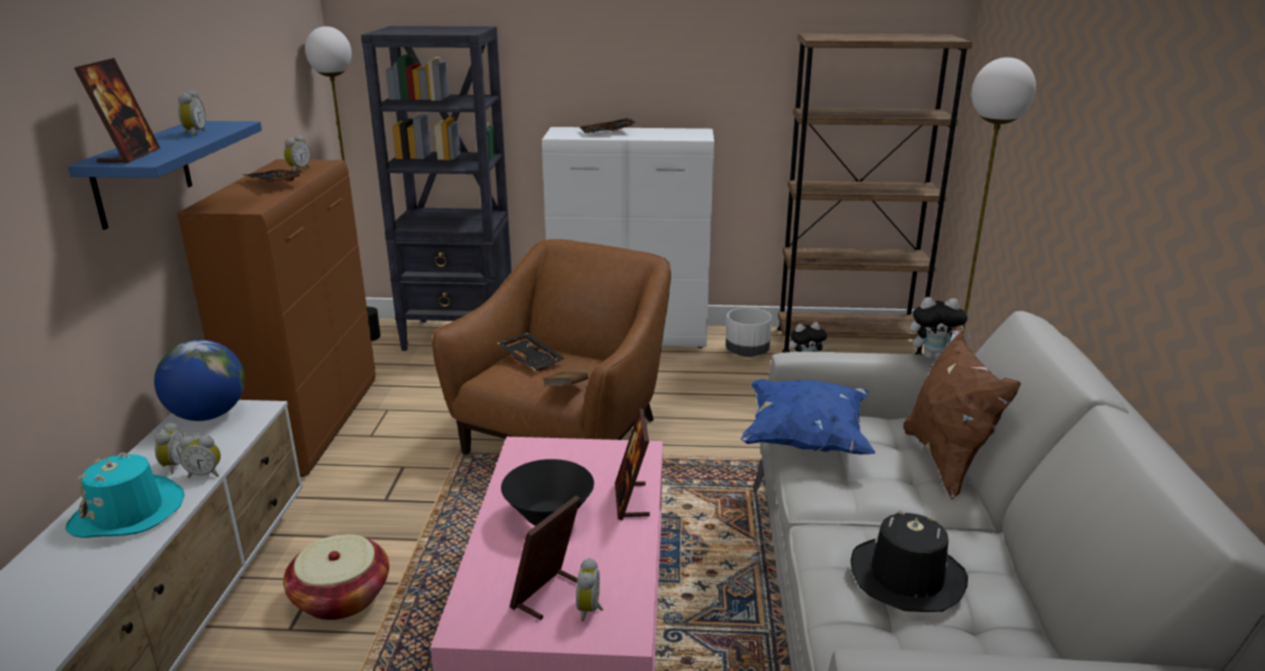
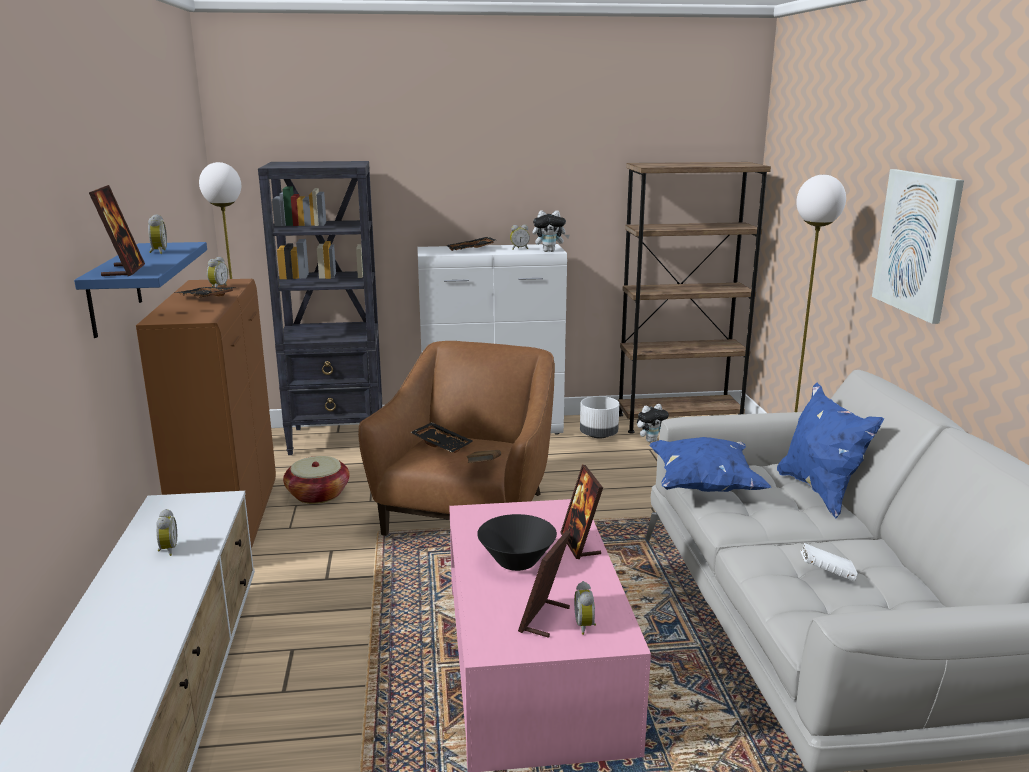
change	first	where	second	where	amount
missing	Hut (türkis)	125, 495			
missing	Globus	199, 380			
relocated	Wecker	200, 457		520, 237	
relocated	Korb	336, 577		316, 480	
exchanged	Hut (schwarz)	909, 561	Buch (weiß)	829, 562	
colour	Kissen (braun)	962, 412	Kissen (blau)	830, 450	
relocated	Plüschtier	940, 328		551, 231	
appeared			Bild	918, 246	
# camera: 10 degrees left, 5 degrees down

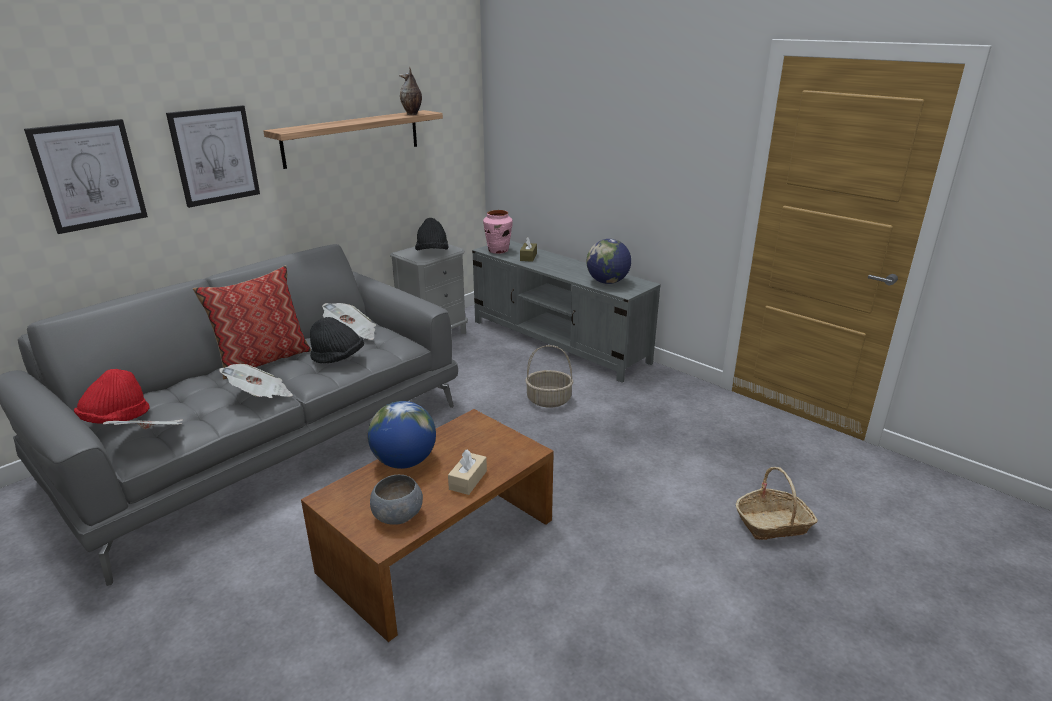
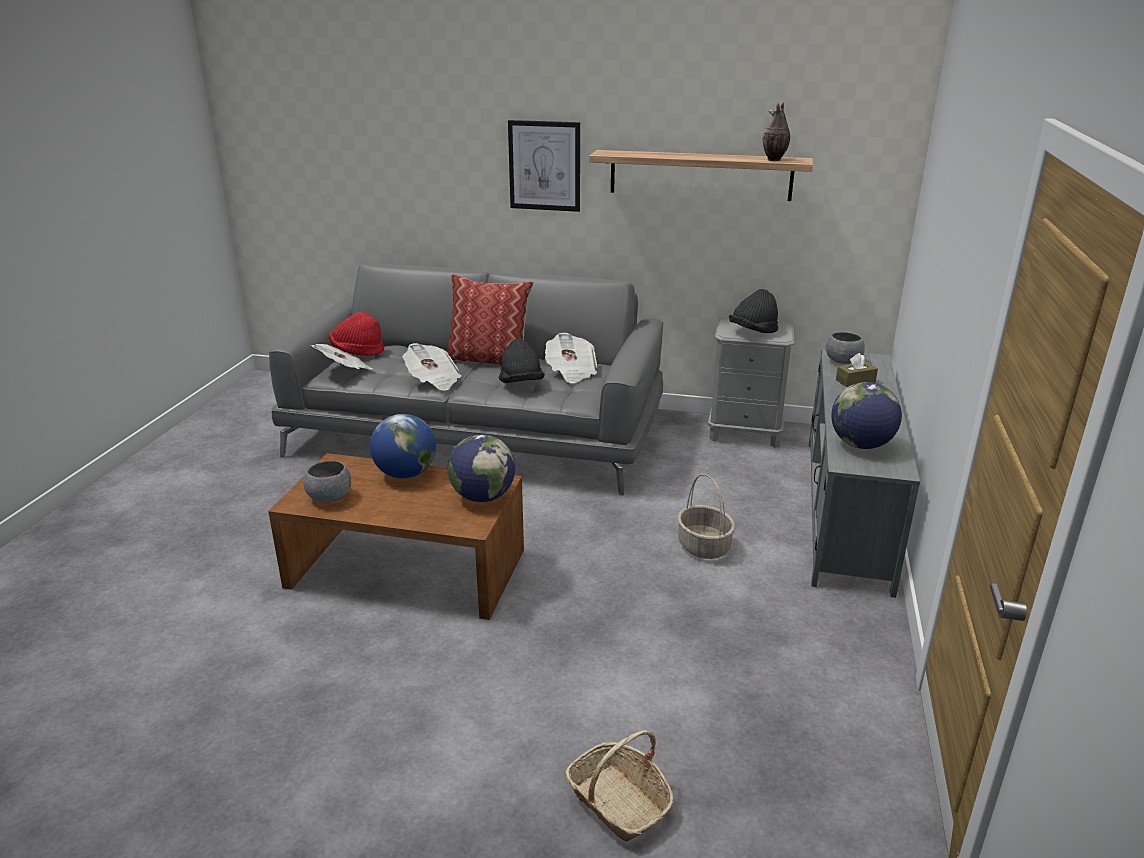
change	first	where	second	where	amount
missing	Bild	86, 176			
missing	Taschentuchbox (beige)	467, 472			
exchanged	Vase (rosa)	498, 232	Schüssel (grau)	845, 348	
appeared			Globus	481, 468	
# camera: 60 degrees right, 0 degrees up

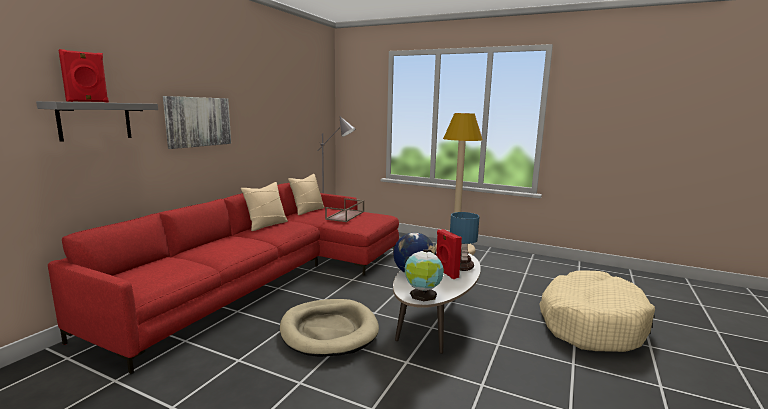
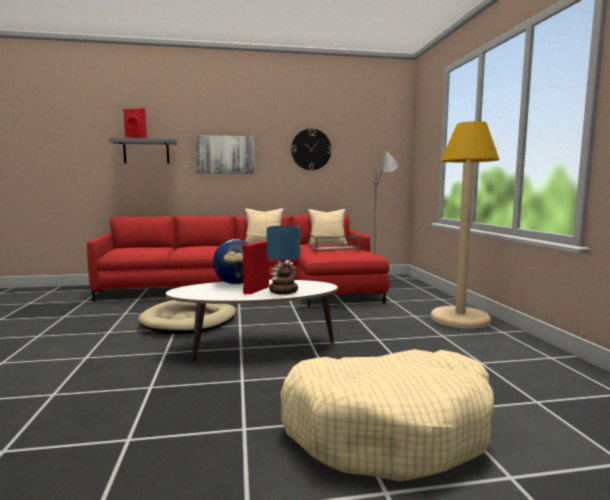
change	first	where	second	where	amount
missing	Globus	424, 275			
appeared			Wanduhr	311, 149	
# camera: 55 degrees right, 5 degrees down

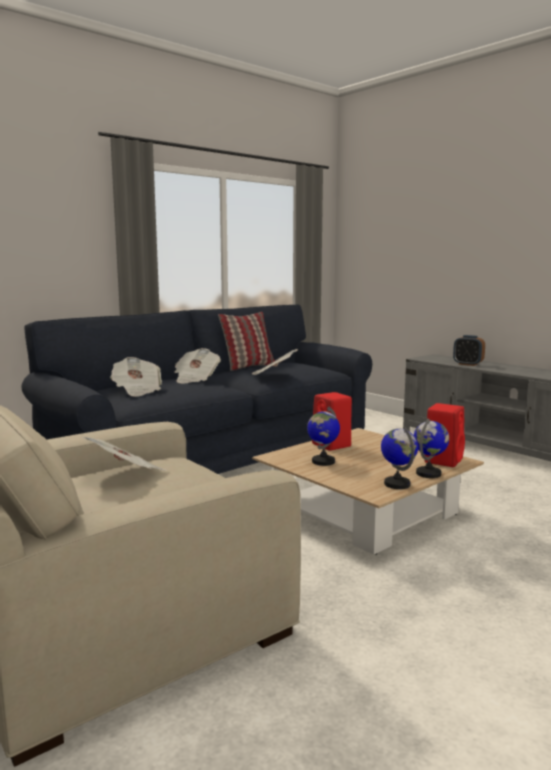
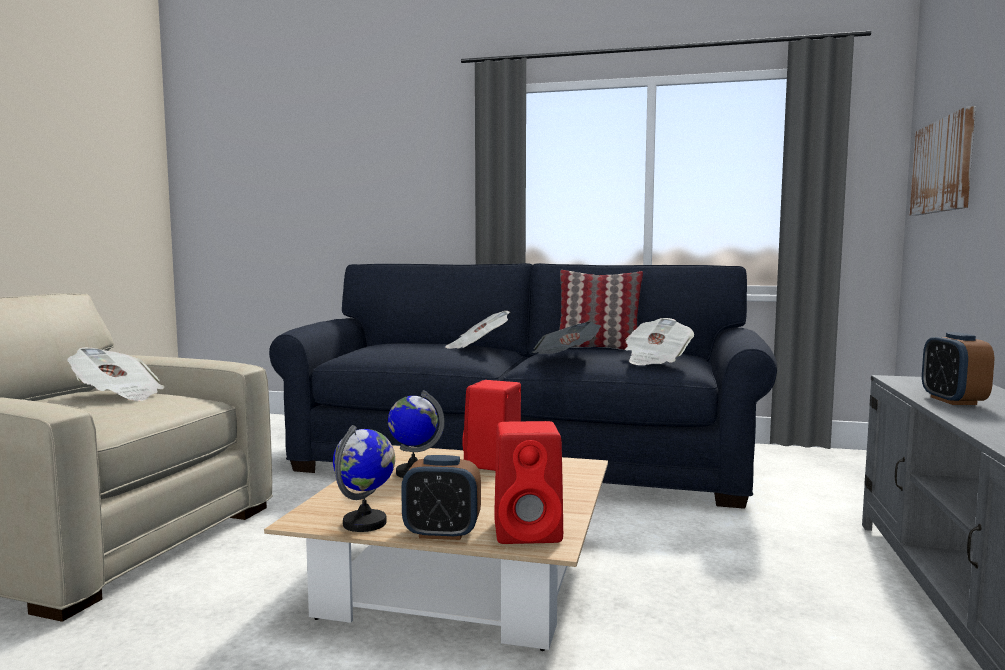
change	first	where	second	where	amount
relocated	Zeitung	136, 377		659, 341	
exchanged	Globus	431, 448	Wecker	441, 497	
appeared			Bild	943, 161	
# camera: 55 degrees right, 5 degrees down

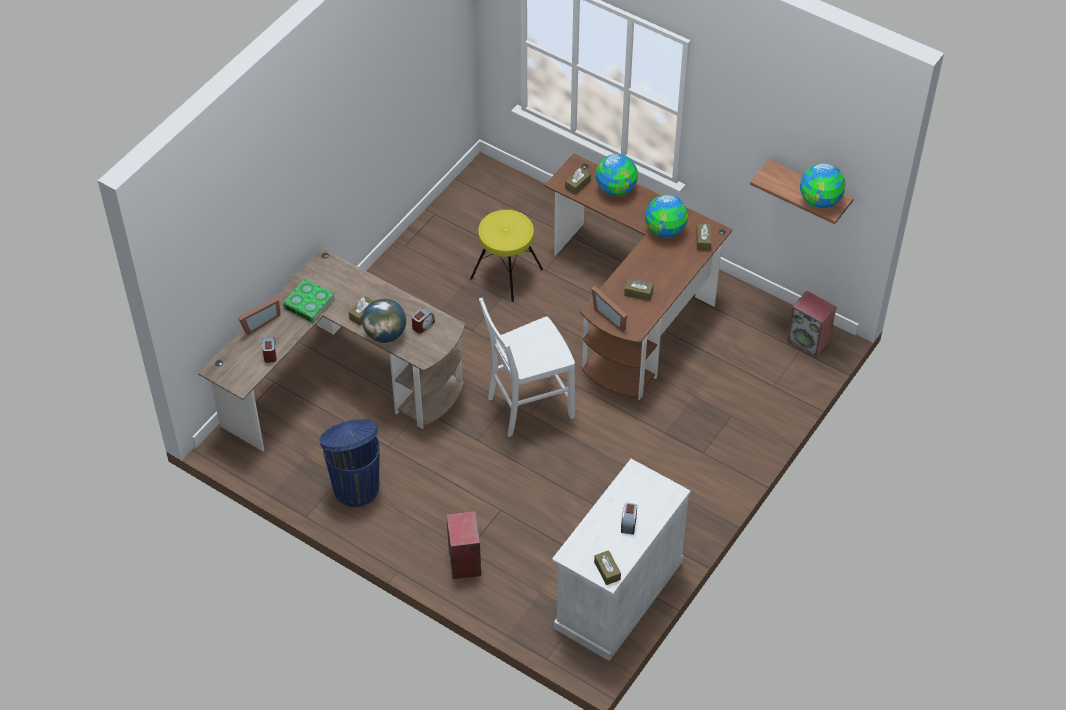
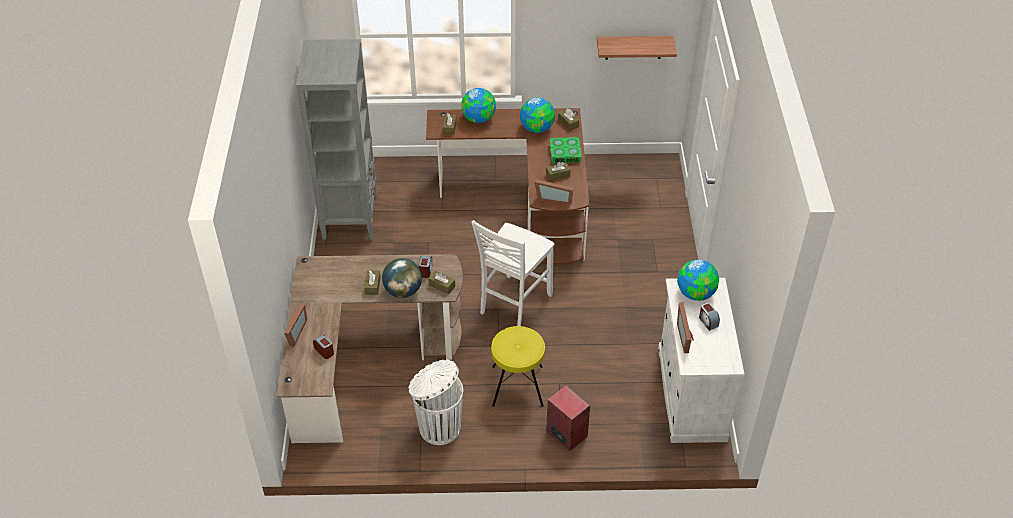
change	first	where	second	where	amount
relocated	Buch	309, 301		566, 150	
colour	Mülleimer (blau)	349, 463	Mülleimer (weiß)	436, 402	
relocated	Hocker (gelb)	506, 256		518, 366	
relocated	Taschentuchbox (braun)	607, 567		441, 282	
missing	Lautsprecher	811, 324			
relocated	Globus	823, 185		698, 280	
appeared			Bücherregal (grau)	336, 139	
appeared			Bilderrahmen	685, 327	
# camera: 35 degrees left, 5 degrees down

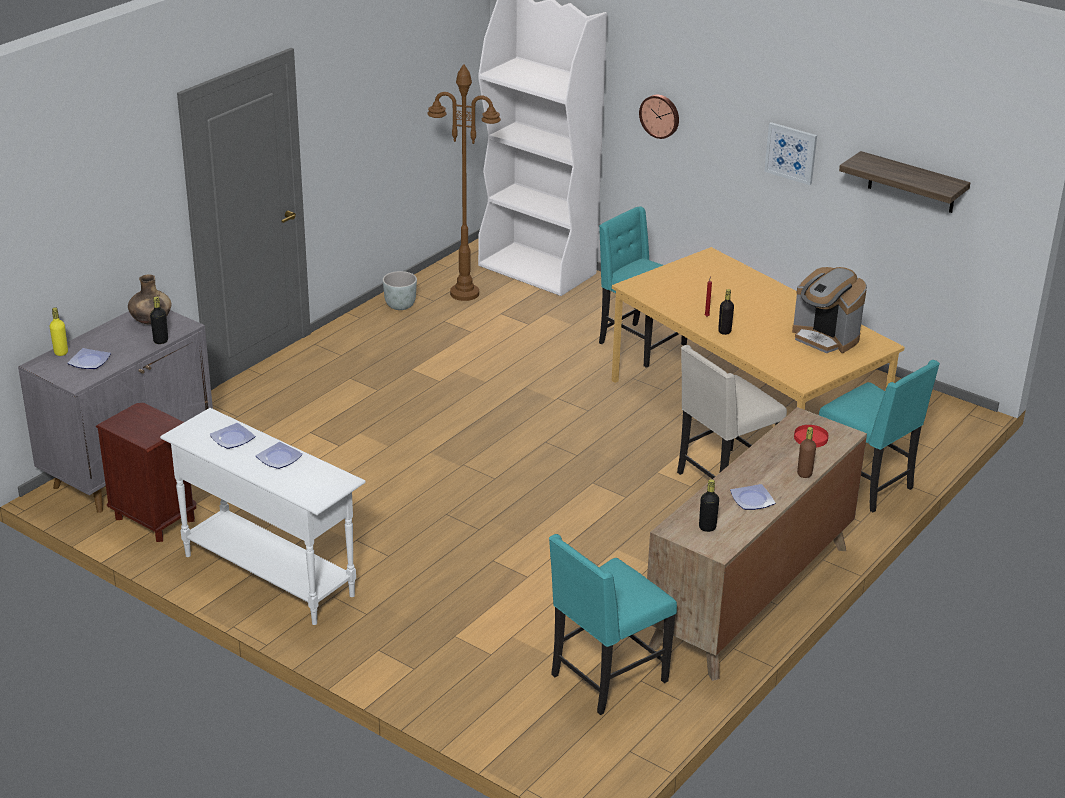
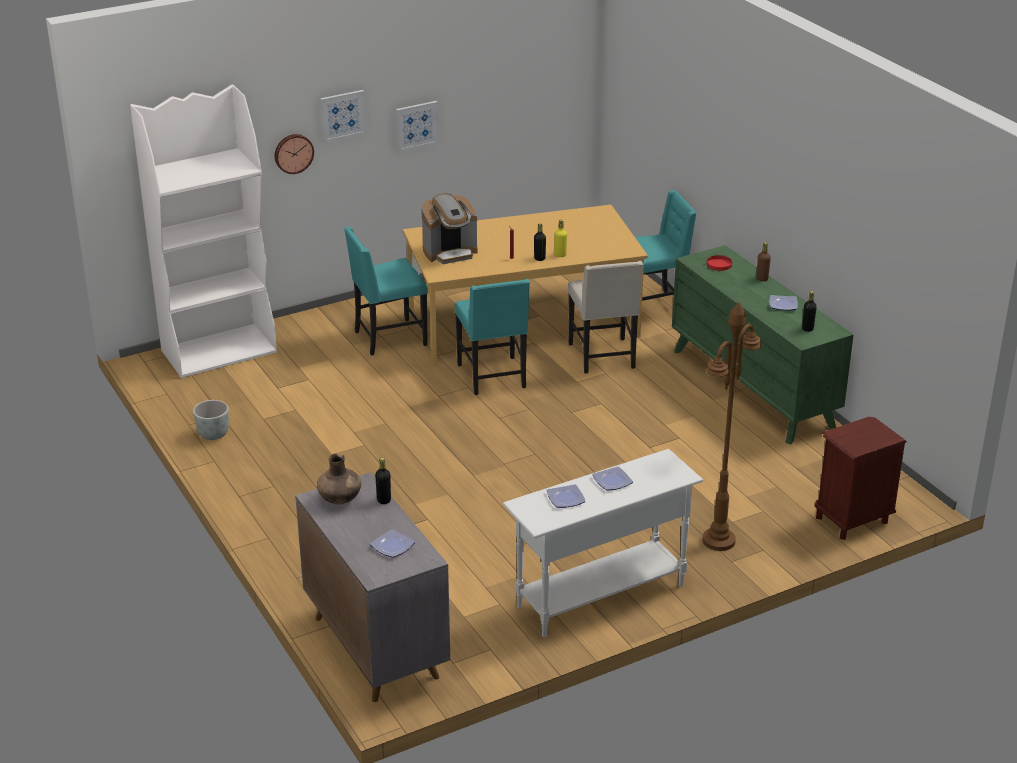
change	first	where	second	where	amount
relocated	Flasche (gelb)	59, 331		561, 238	
relocated	Nachttisch (braun)	146, 472		861, 478	
relocated	Stehlampe (braun)	464, 182		731, 426	
relocated	Stuhl (türkis)	613, 624		492, 337	
colour	Kommode (braun)	757, 544	Kommode (grün)	762, 344	
relocated	Kaffeemaschine	829, 310		449, 228	
missing	Wandregal	905, 182			
appeared			Bild	343, 116	
# camera: 65 degrees left, 0 degrees up

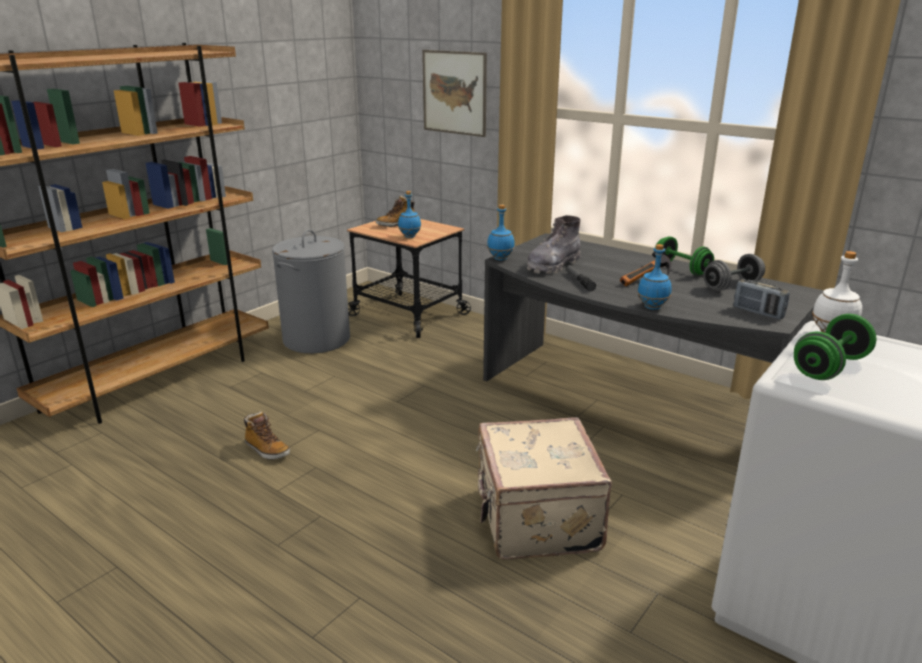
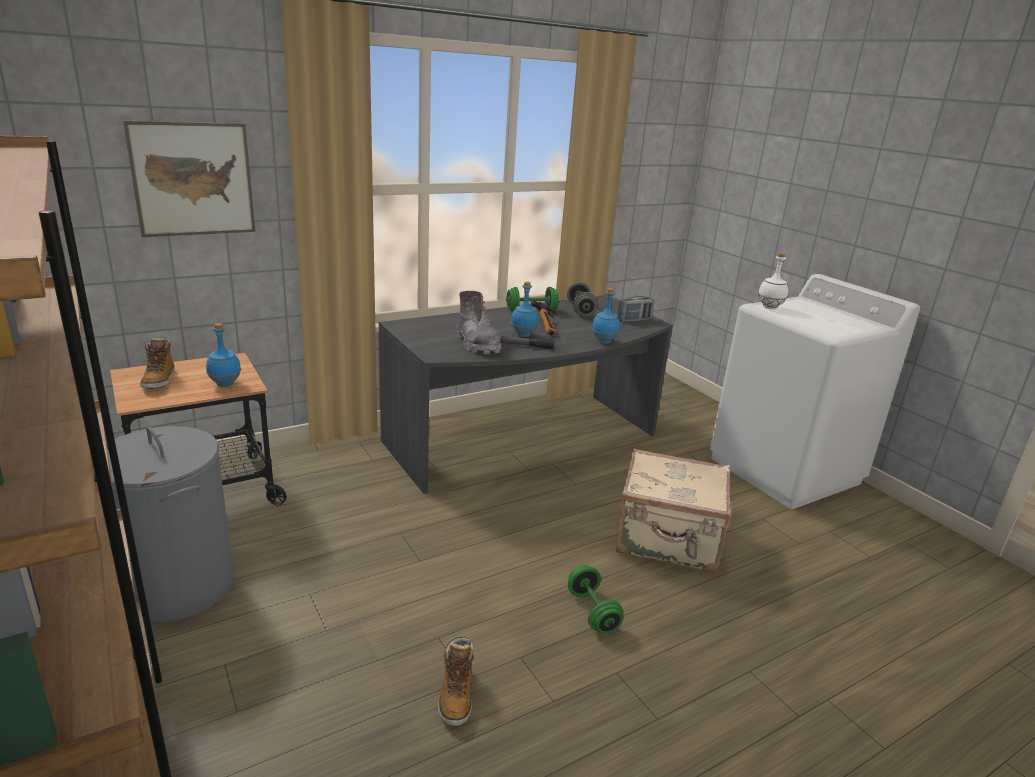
change	first	where	second	where	amount
spun	Stiefel	267, 436		456, 681	120 degrees clockwise
relocated	Flasche (blau)	501, 232		524, 309	
relocated	Hantel (grün)	835, 347		595, 599	
# camera: 70 degrees left, 0 degrees up

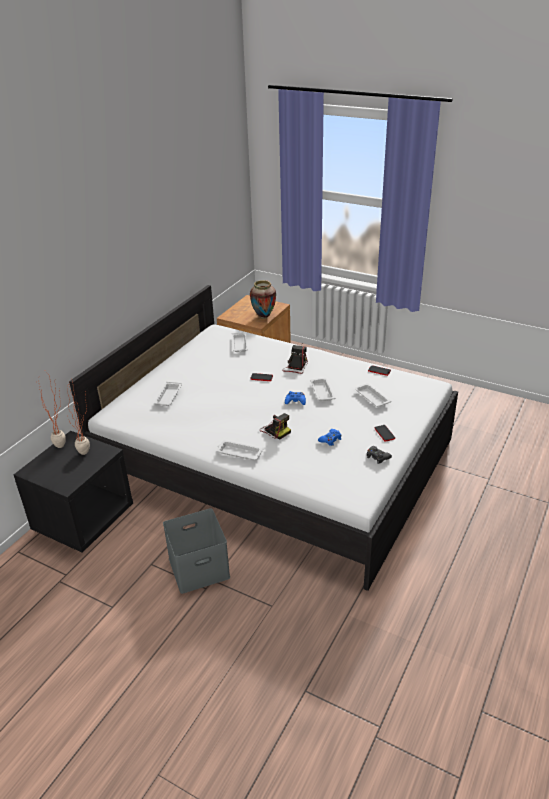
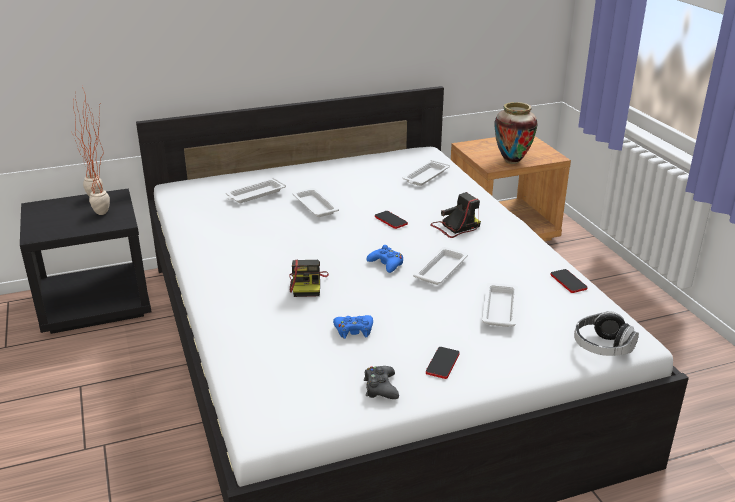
change	first	where	second	where	amount
missing	Aufbewahrungsbox (grau)	196, 551			
relocated	Tablett (weiß)	239, 450		315, 202	
appeared			Kopfhörer	606, 333	
# camera: 40 degrees right, 5 degrees down

